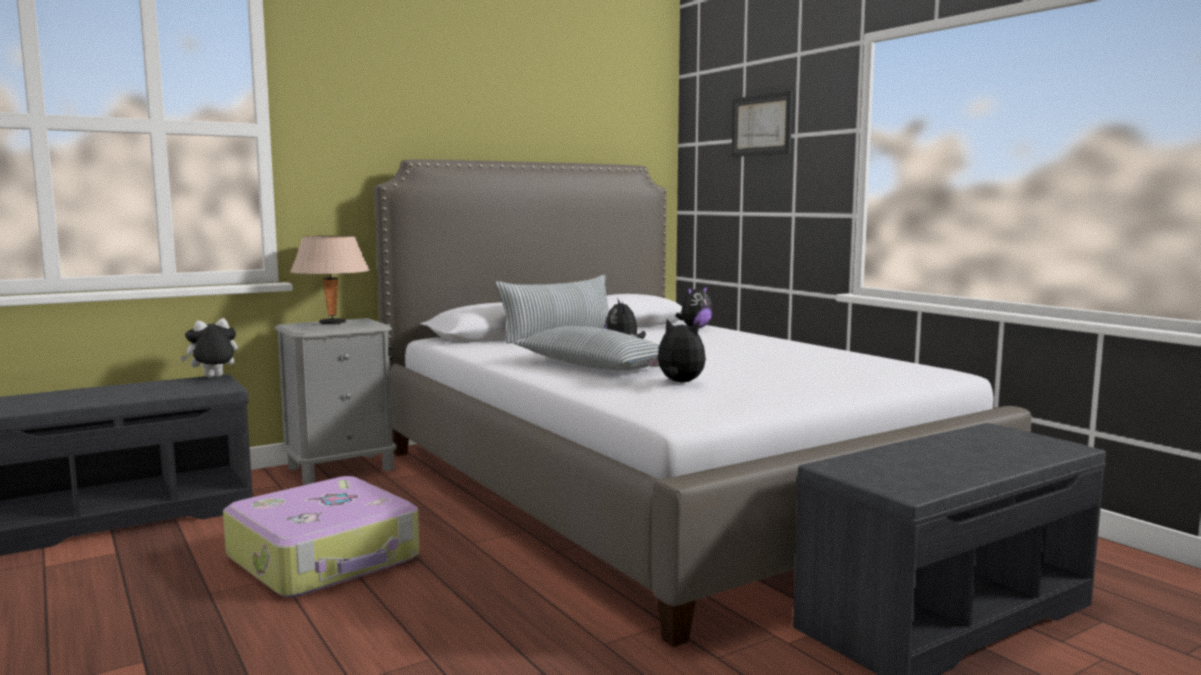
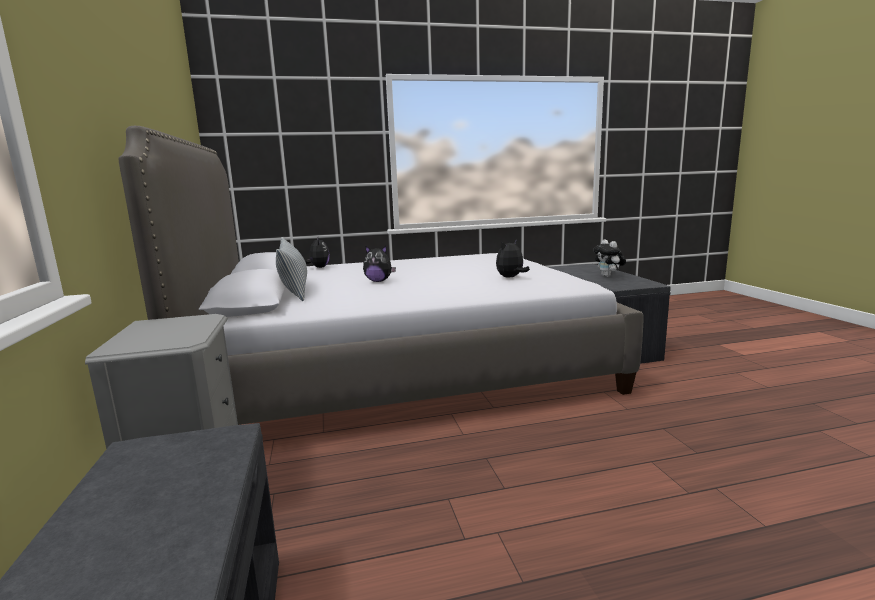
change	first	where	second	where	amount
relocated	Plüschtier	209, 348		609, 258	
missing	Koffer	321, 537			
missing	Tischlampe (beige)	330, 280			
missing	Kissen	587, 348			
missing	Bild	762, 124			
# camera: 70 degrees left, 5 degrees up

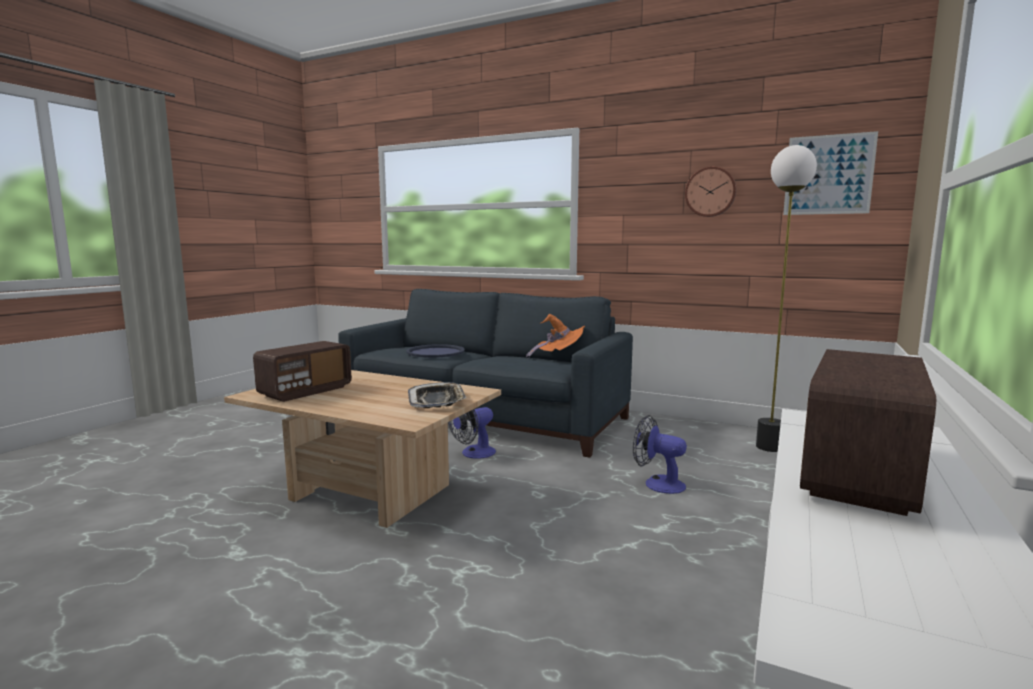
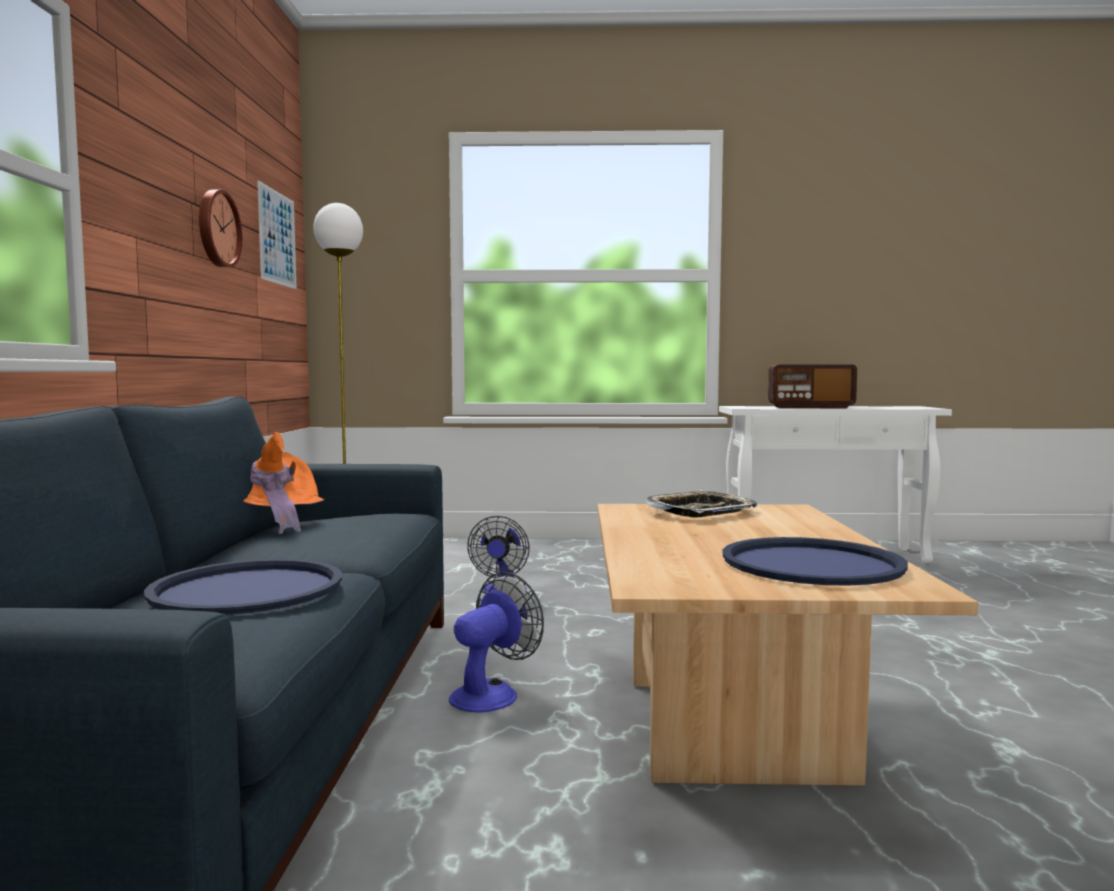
change	first	where	second	where	amount
exchanged	Radio	302, 371	Tablett (blau)	815, 561	
spun	Ventilator	472, 433		496, 642	75 degrees counterclockwise
# camera: 115 degrees left, 5 degrees down

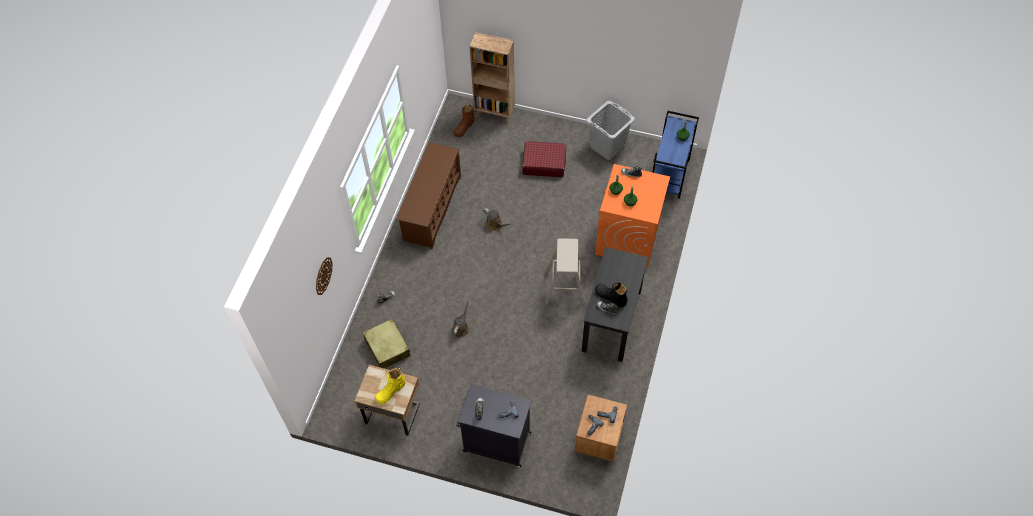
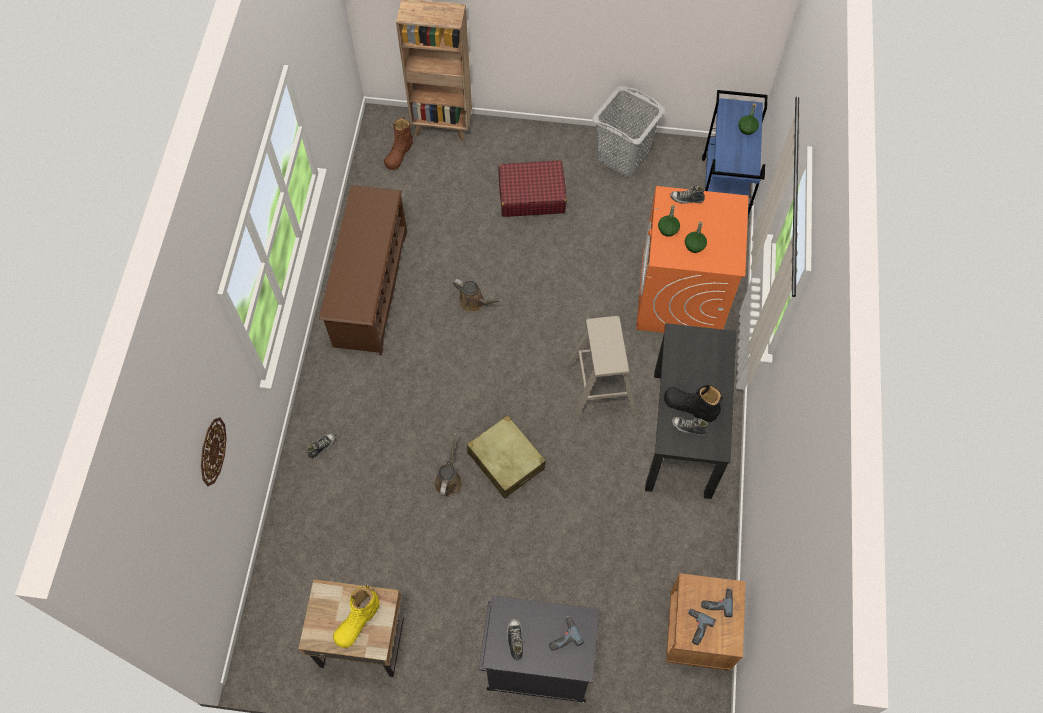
change	first	where	second	where	amount
relocated	Koffer (beige)	386, 343		506, 457	
# camera: 10 degrees left, 5 degrees up

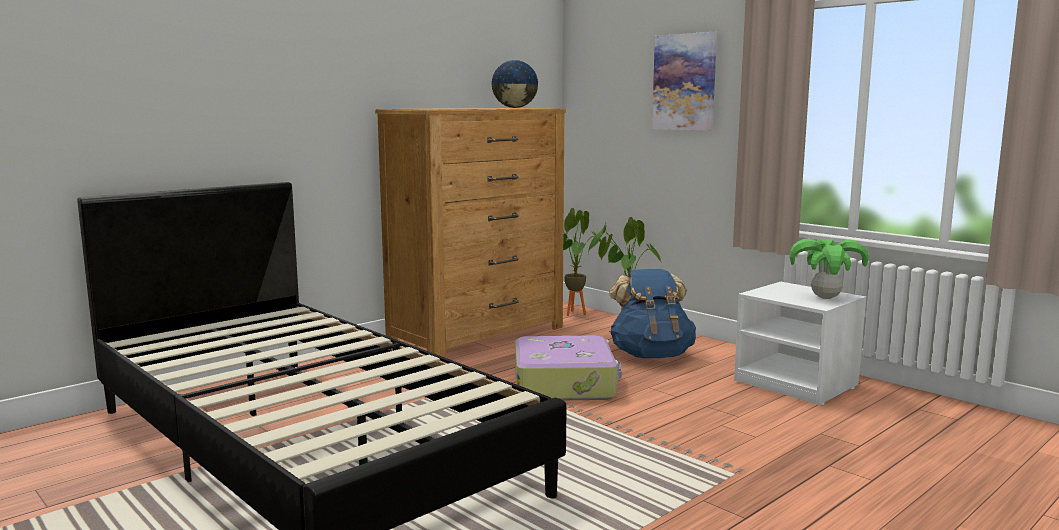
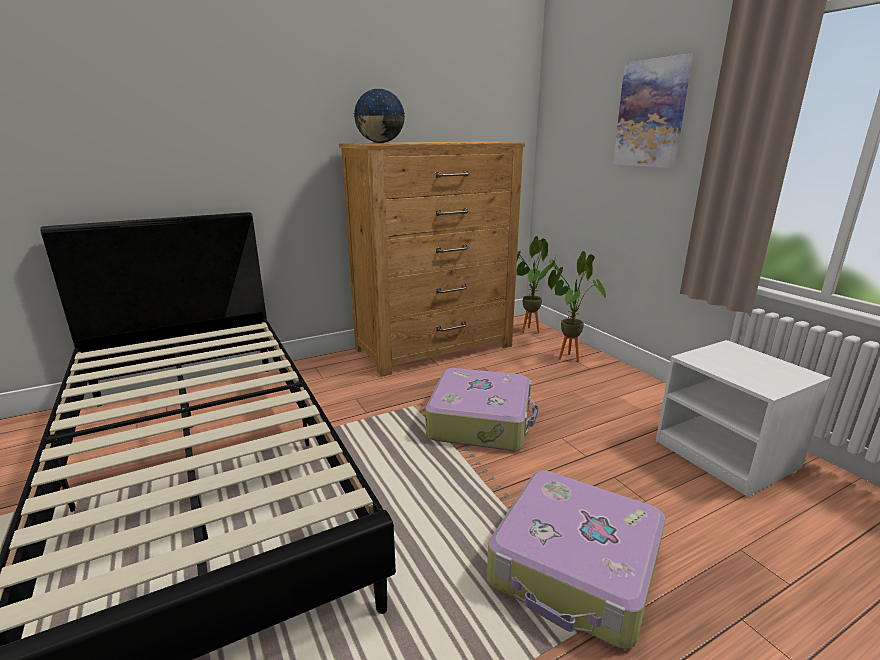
change	first	where	second	where	amount
relocated	Globus	515, 84		379, 116	
missing	Rucksack (blau)	652, 313			
missing	Topfpflanze	829, 269			
appeared			Koffer	576, 560	
# camera: 15 degrees right, 10 degrees up

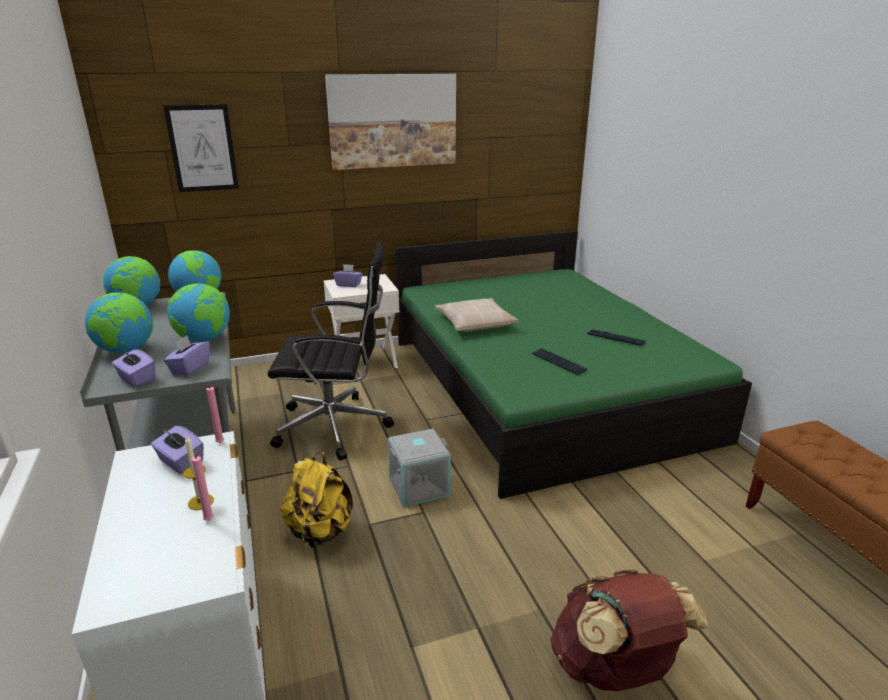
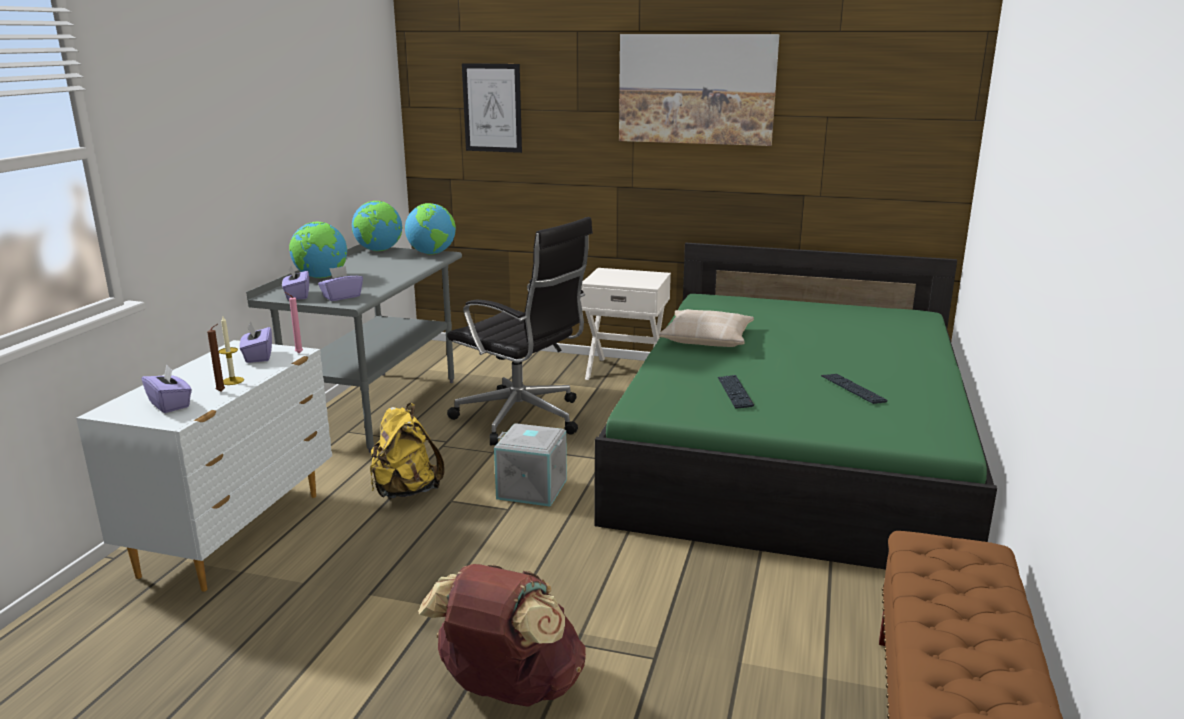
change	first	where	second	where	amount
missing	Globus	198, 312			
colour	Kerze (rosa)	203, 484	Kerze (braun)	216, 358	
relocated	Taschentuchbox (lila)	348, 275		167, 388	
# camera: 35 degrees right, 5 degrees down

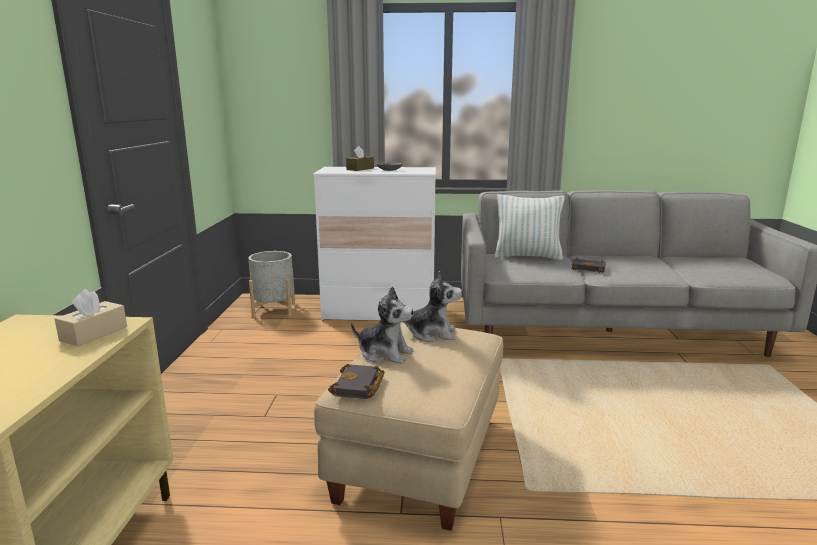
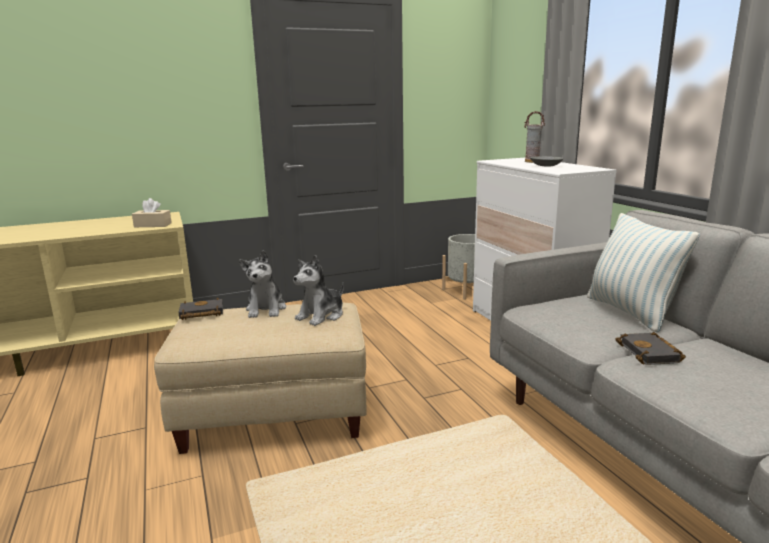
change	first	where	second	where	amount
exchanged	Taschentuchbox (braun)	360, 158	Vase	534, 137	
spun	Plüschtier	432, 306		318, 290	60 degrees clockwise
# camera: 65 degrees right, 0 degrees up

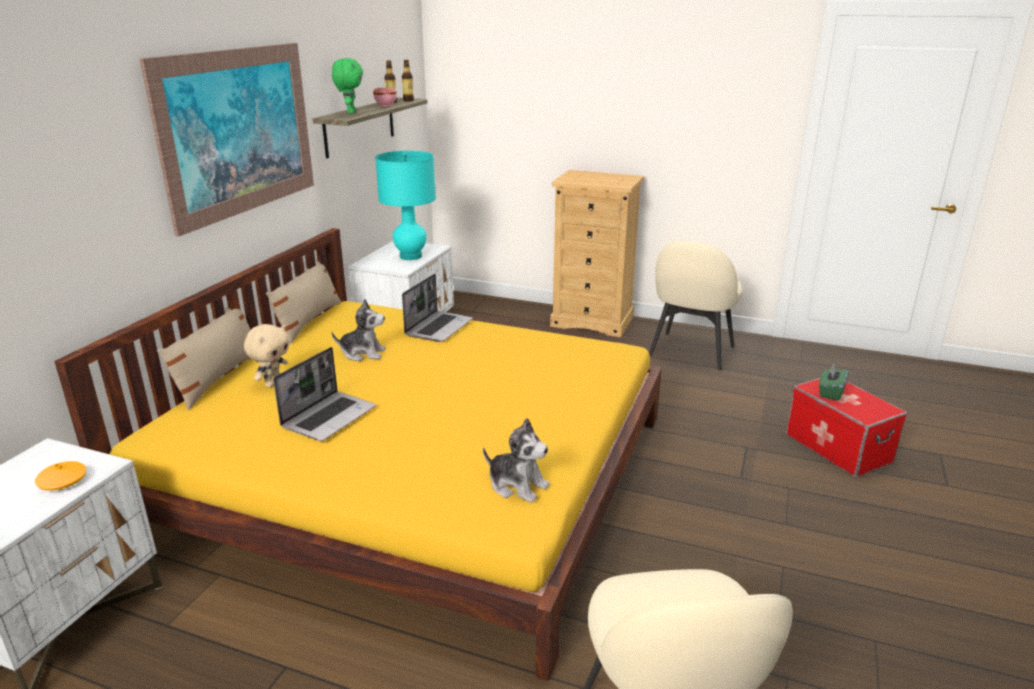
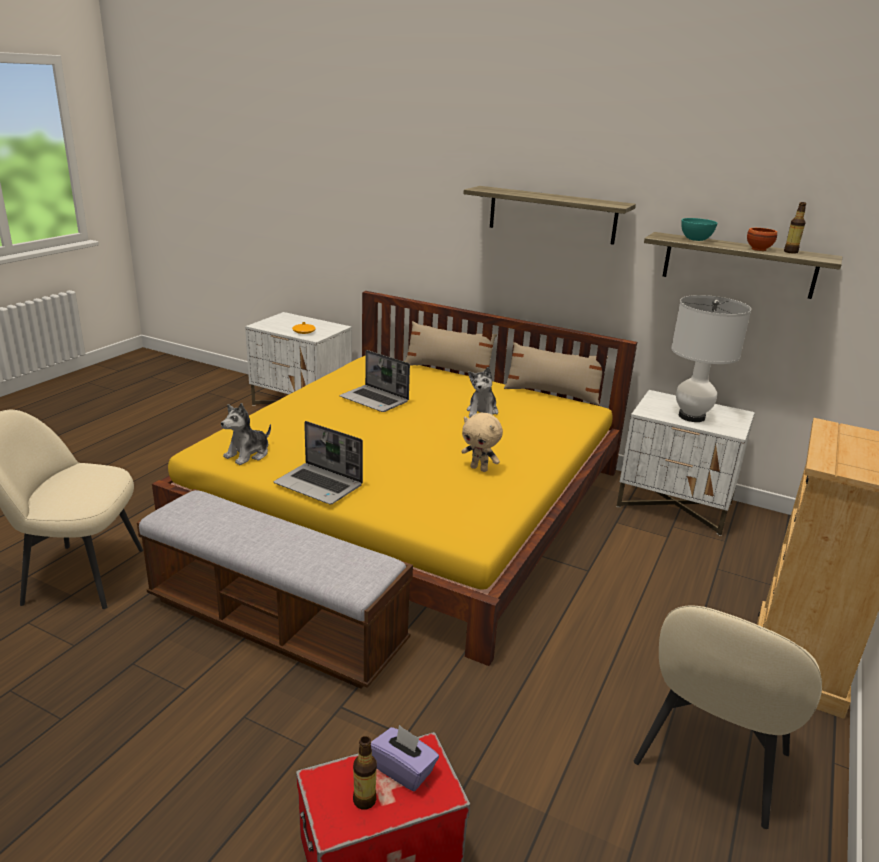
change	first	where	second	where	amount
exchanged	Bild	227, 140	Wandregal	550, 215	
relocated	Plüschtier (beige)	267, 355		482, 442	
exchanged	Plüschtier (grün)	347, 86	Schüssel (türkis)	699, 229	
colour	Schüssel (rosa)	385, 97	Schüssel (braun)	762, 239	
colour	Tischlampe (türkis)	405, 205	Tischlampe (weiß)	711, 358	
relocated	Flasche	408, 81		365, 773	
relocated	Laptop	437, 308		318, 463	
spun	Stuhl (beige)	696, 305		728, 717	90 degrees counterclockwise
colour	Taschentuchbox (grün)	834, 381	Taschentuchbox (lila)	405, 758	
appeared			Bank	275, 589	
# camera: 95 degrees right, 0 degrees up

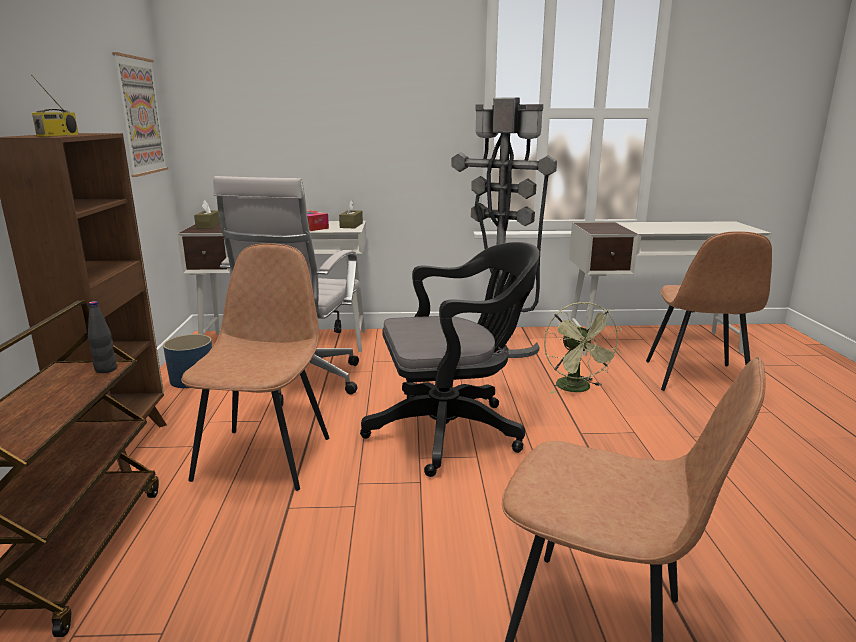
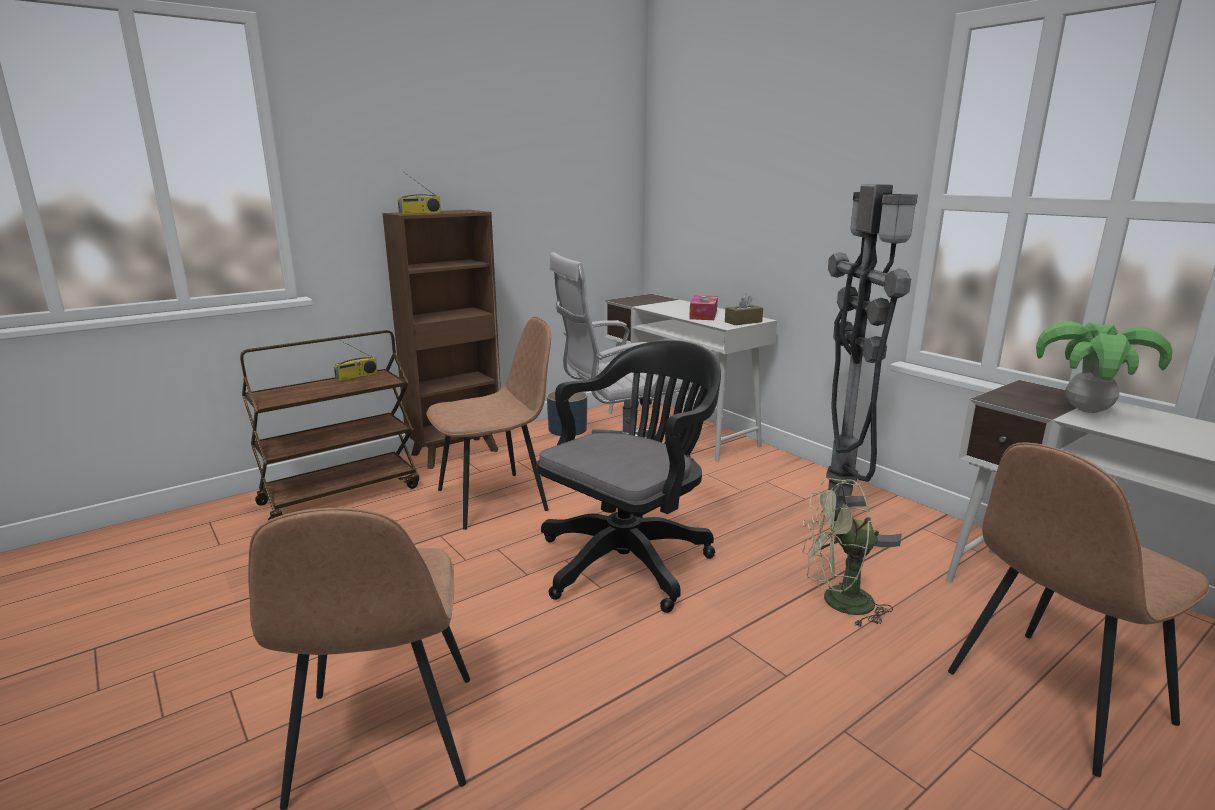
change	first	where	second	where	amount
missing	Flasche (schwarz)	102, 337			
missing	Bild	140, 114			
missing	Taschentuchbox (braun)	207, 214			
spun	Bürostuhl (schwarz)	450, 359		628, 476	90 degrees counterclockwise
spun	Ventilator (grün)	583, 348		847, 553	45 degrees clockwise
appeared			Radio	356, 360	
appeared			Topfpflanze	1104, 367	
# camera: 55 degrees right, 0 degrees up

